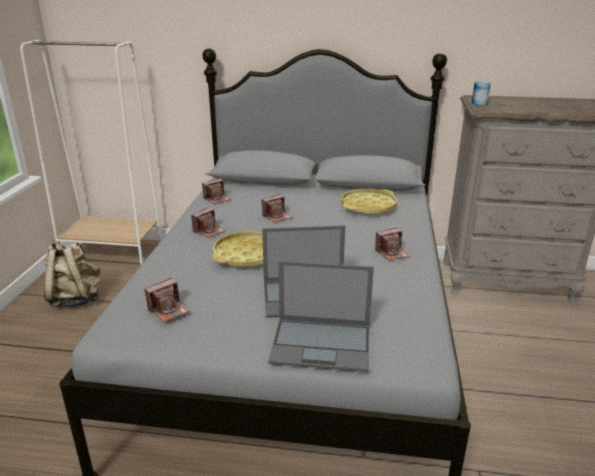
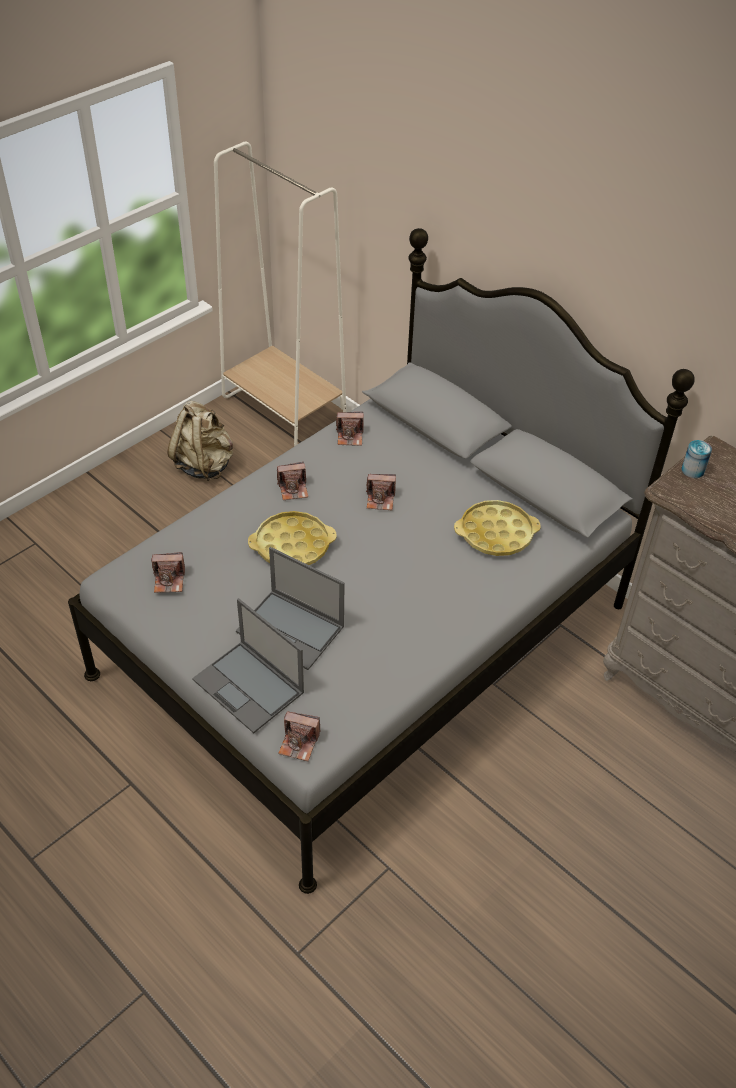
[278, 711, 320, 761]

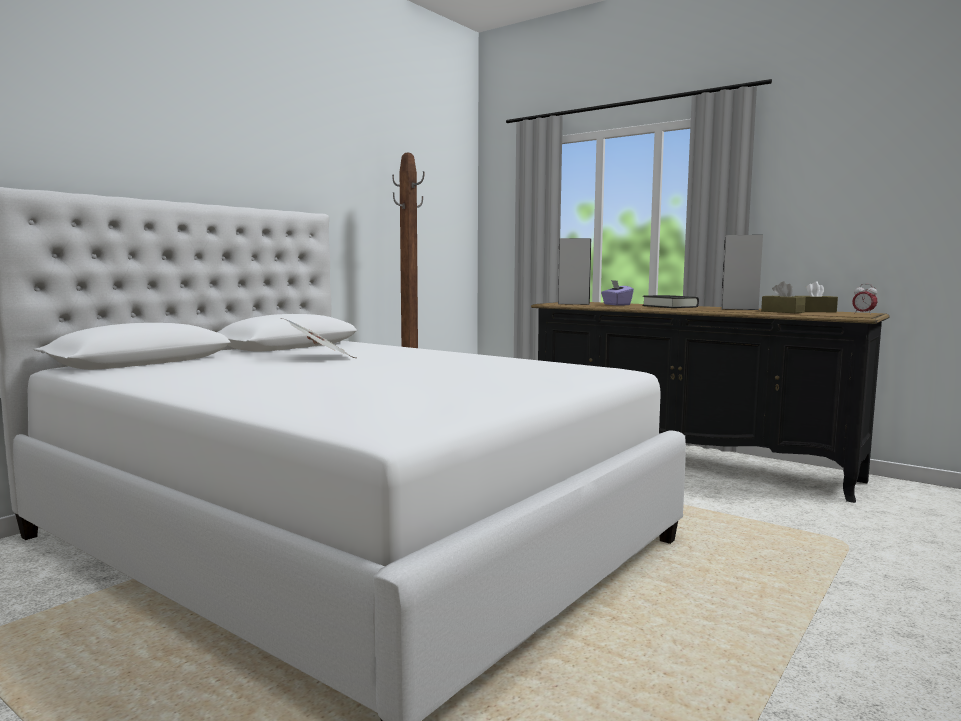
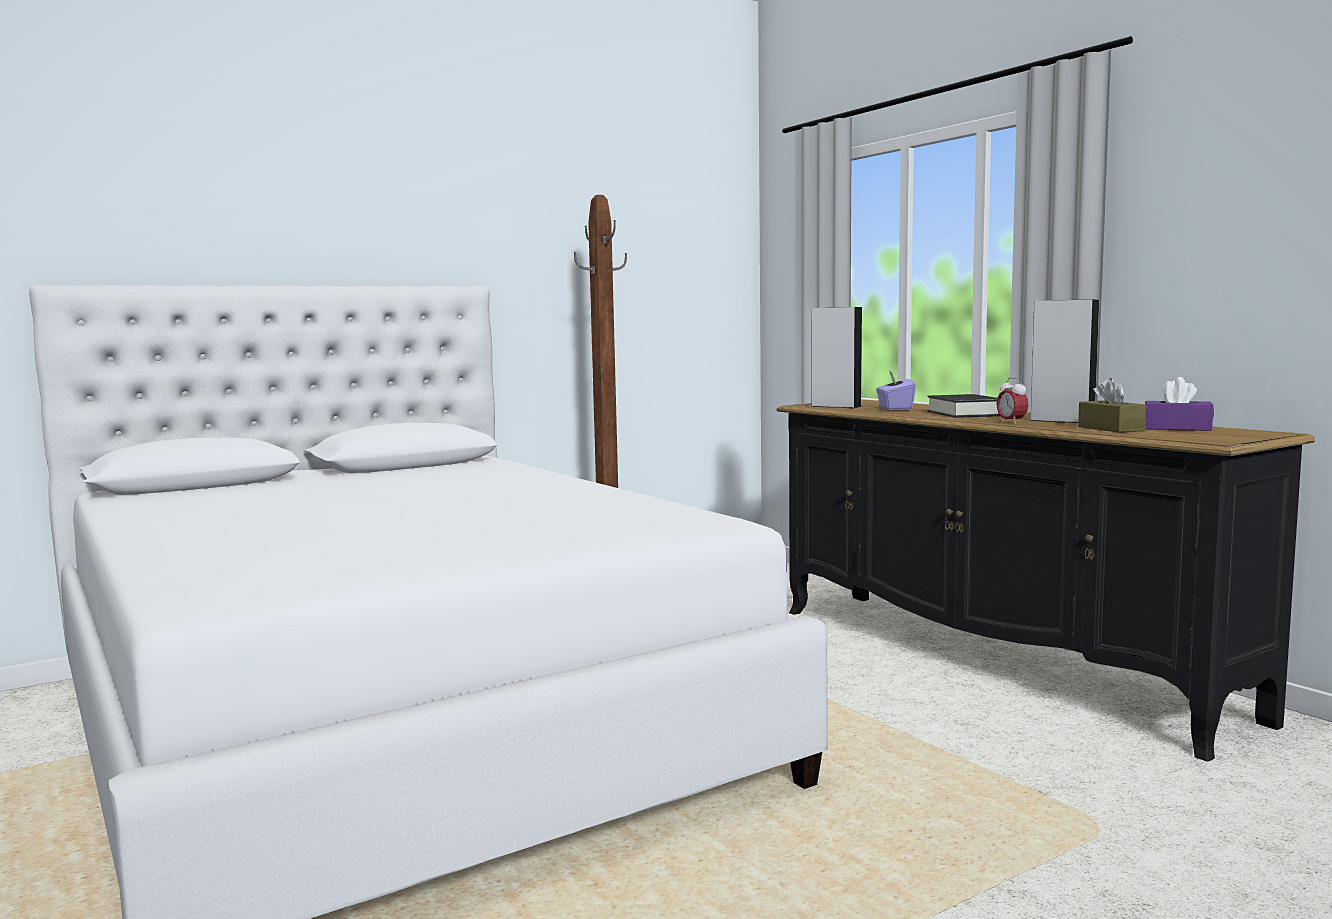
[1145, 377, 1214, 431]
[996, 378, 1028, 424]
[281, 318, 356, 358] (first image)

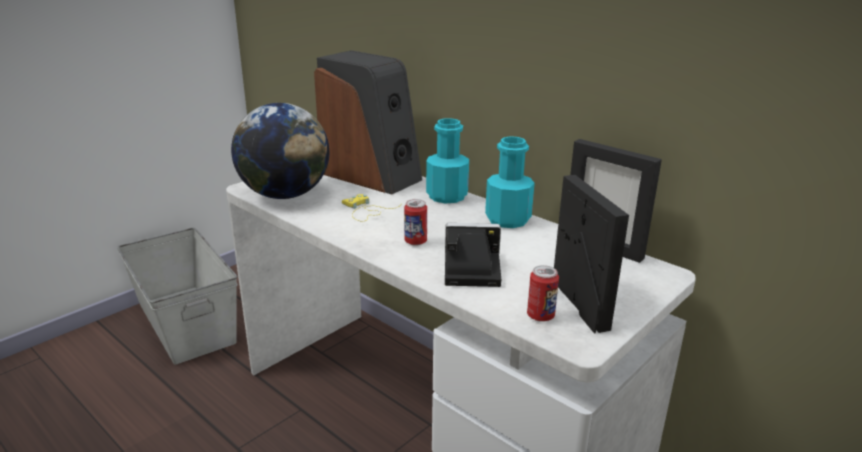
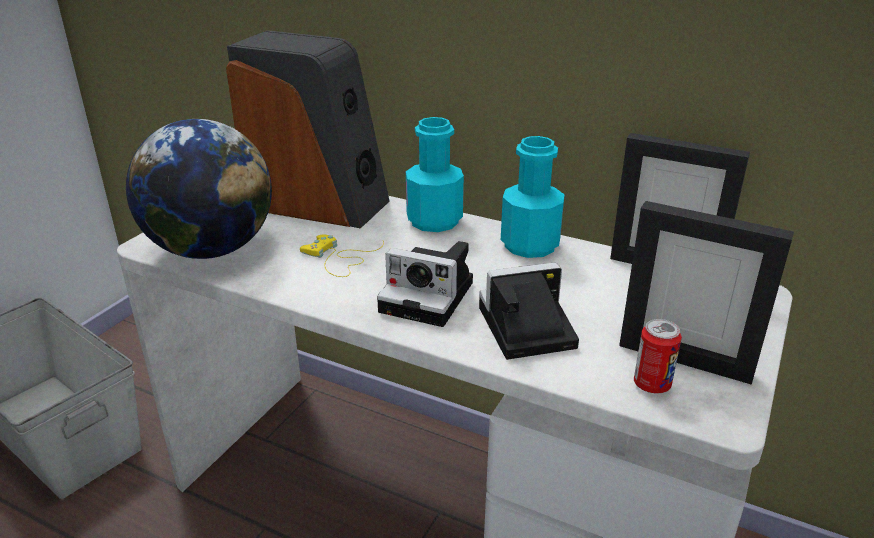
[619, 201, 794, 384]
[377, 241, 473, 327]

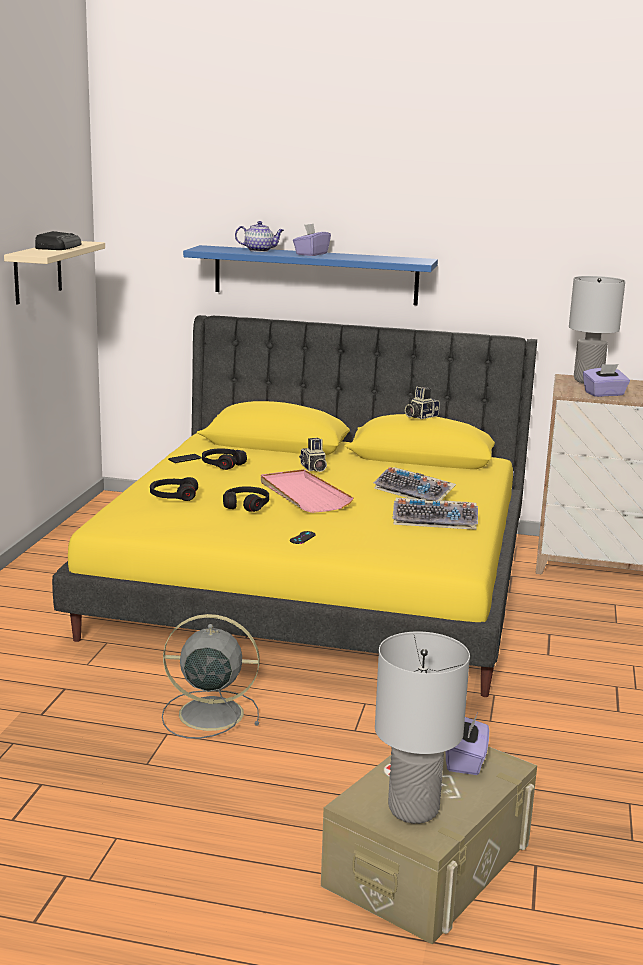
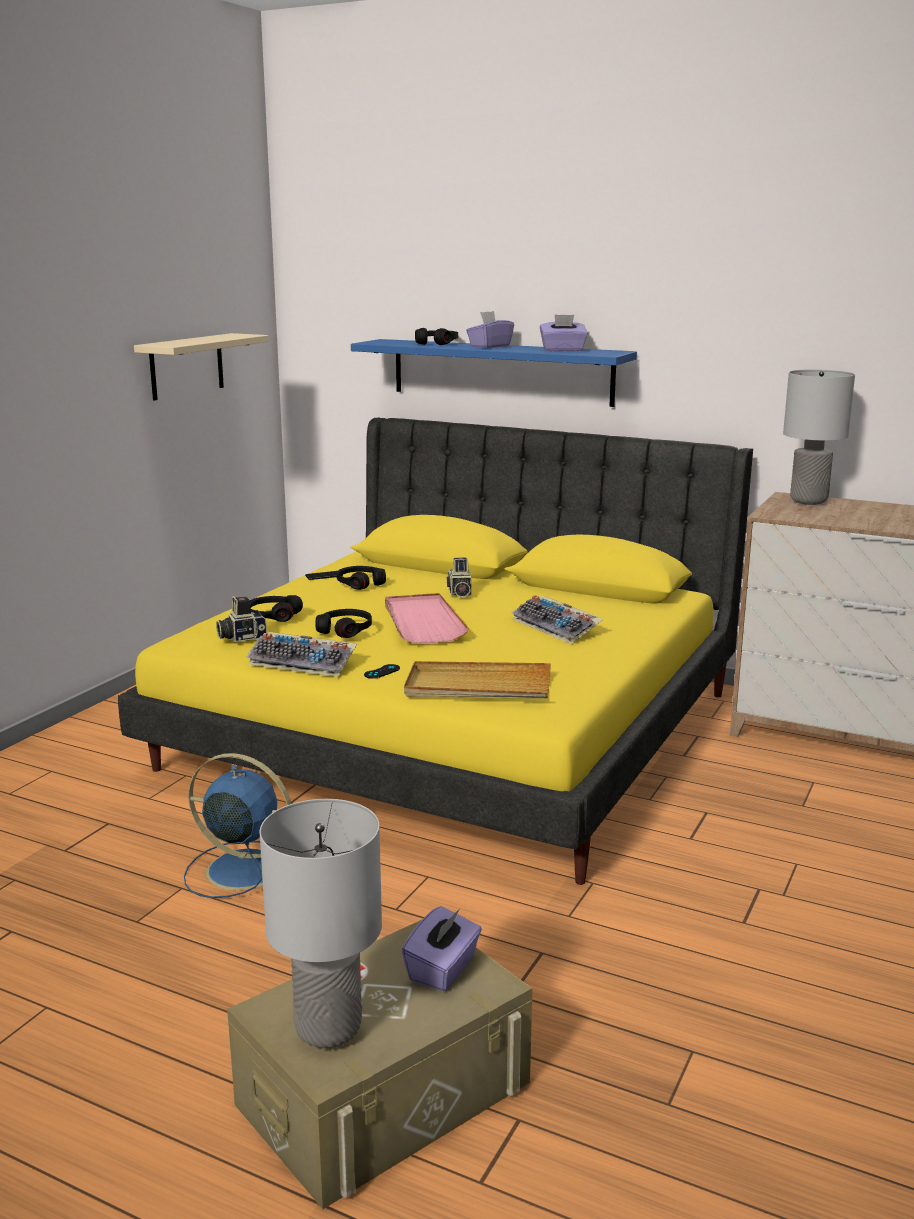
[415, 328, 458, 345]
[35, 231, 82, 250] (first image)
[540, 314, 587, 351]
[216, 596, 267, 642]
[246, 632, 357, 677]
[184, 753, 291, 898]
[404, 661, 551, 698]

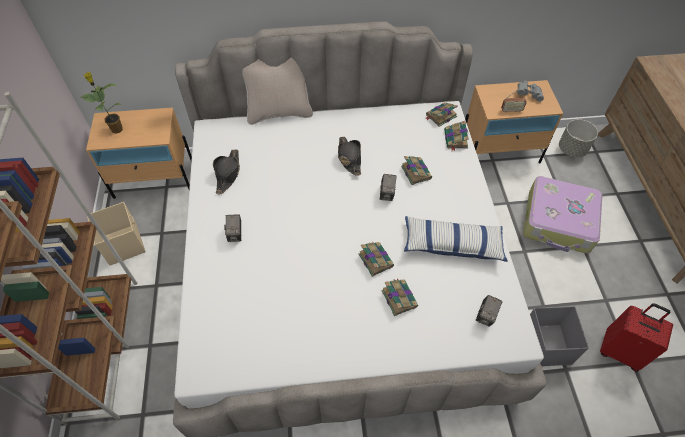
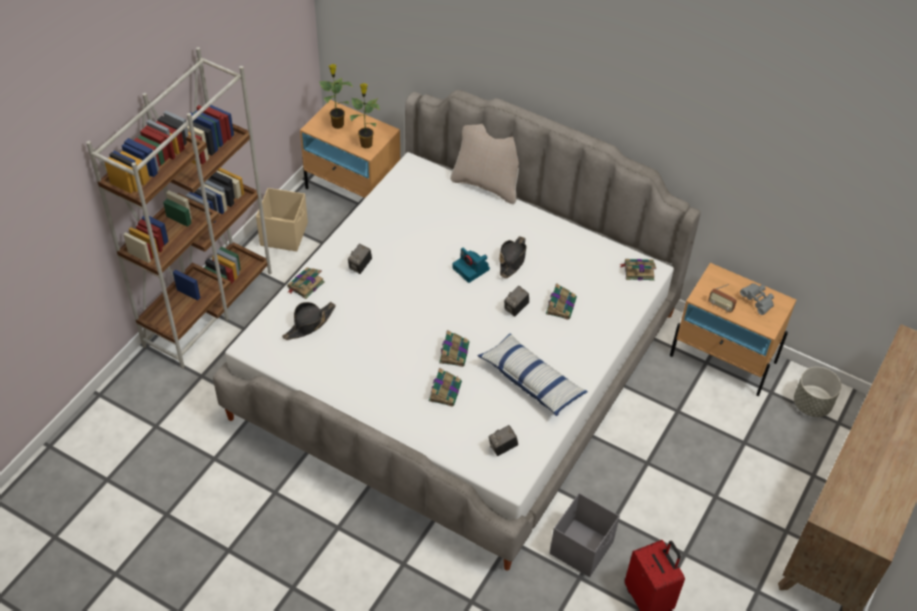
[287, 267, 325, 299]
[282, 302, 336, 340]
[523, 176, 602, 253] (first image)
[350, 83, 380, 148]
[453, 248, 490, 283]

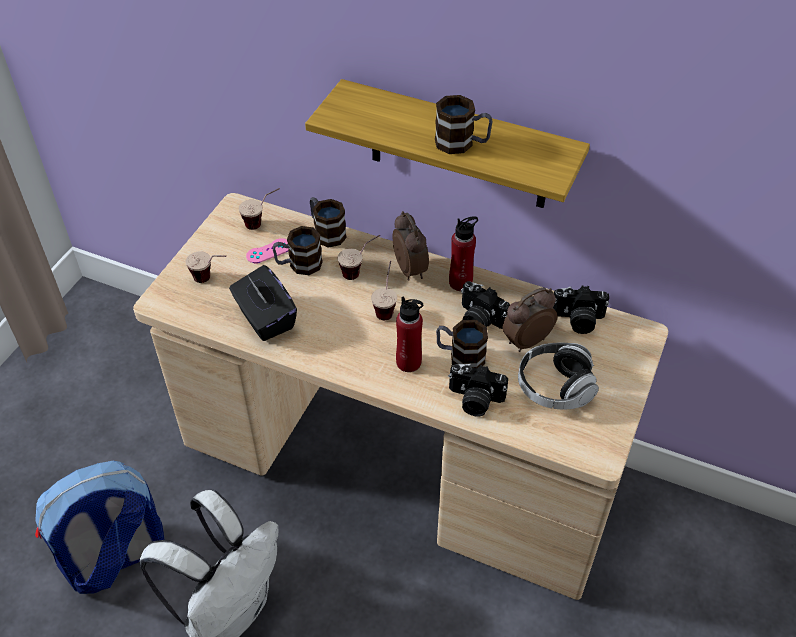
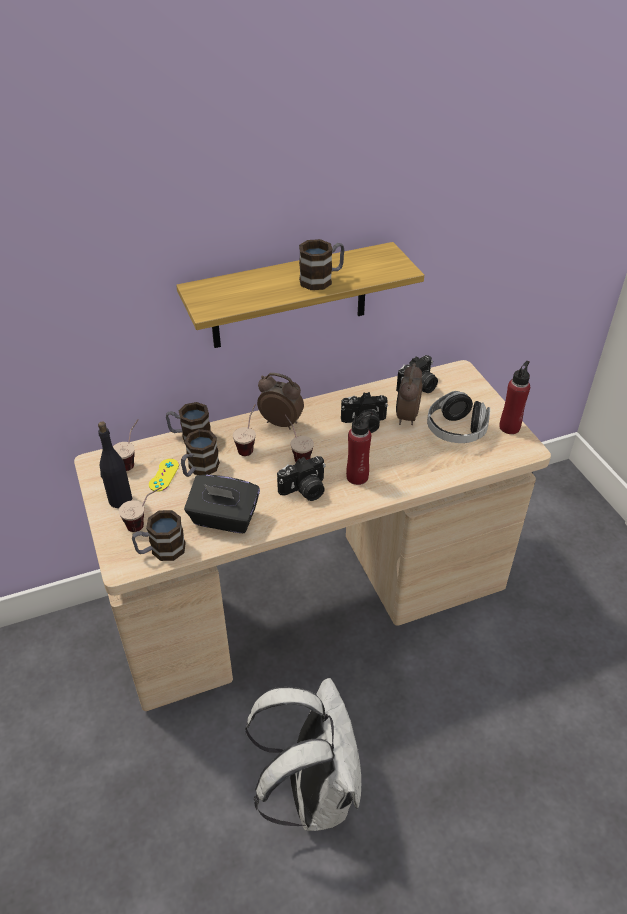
[499, 361, 530, 434]
[149, 459, 179, 492]
[132, 510, 186, 561]
[277, 456, 325, 501]
[35, 461, 165, 594] (first image)
[98, 422, 132, 508]

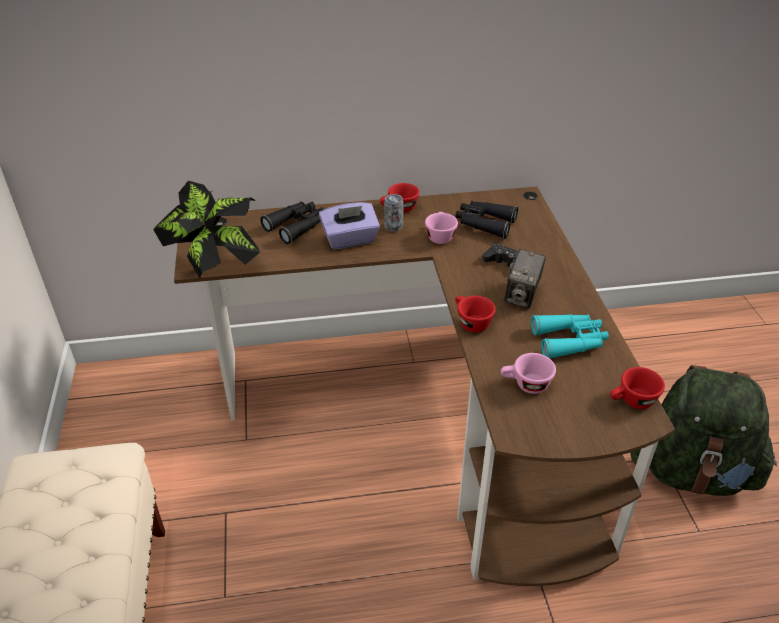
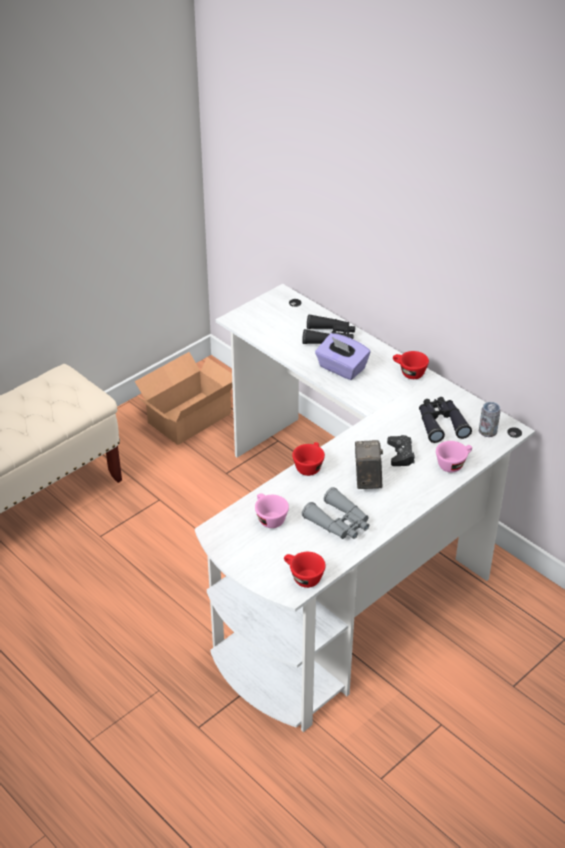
[153, 181, 260, 279] (first image)
[195, 284, 535, 732]
[479, 402, 501, 437]
[436, 441, 472, 472]
[355, 440, 383, 489]
[302, 487, 369, 539]
[631, 365, 777, 496] (first image)
[135, 352, 232, 445]

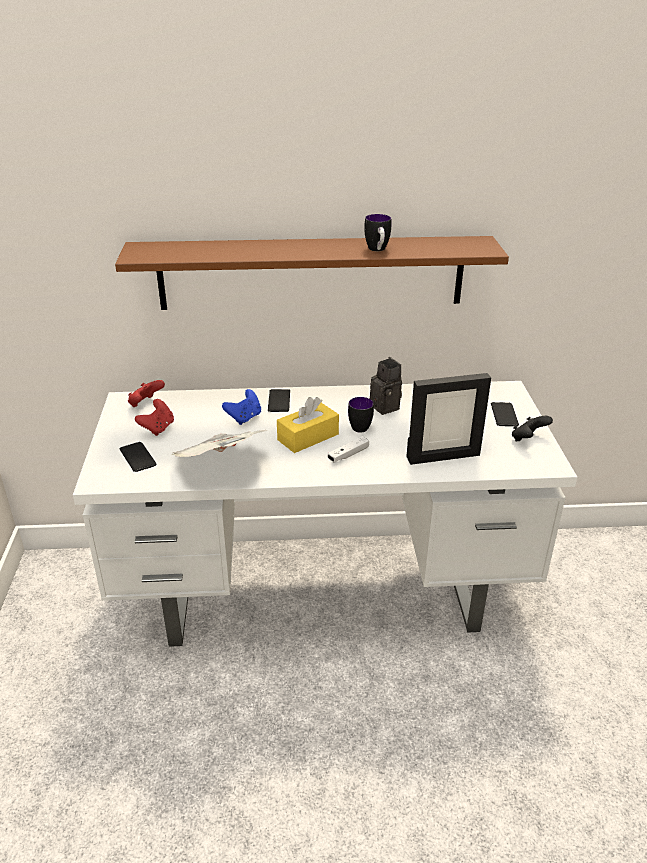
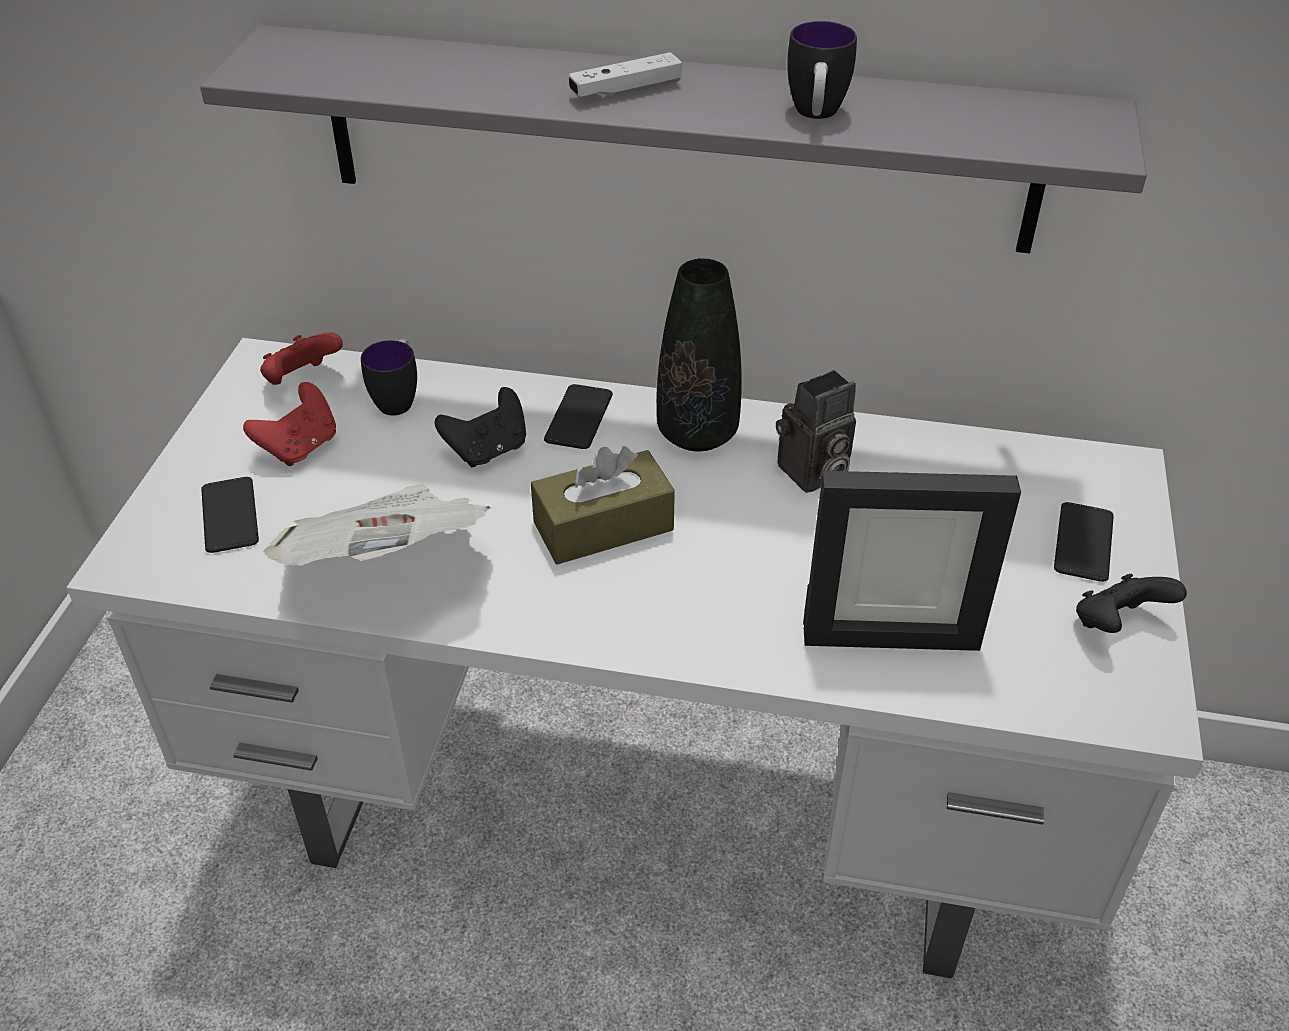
[200, 25, 1147, 253]
[776, 370, 856, 493]
[435, 387, 526, 467]
[531, 446, 675, 564]
[361, 339, 417, 416]
[569, 52, 682, 98]
[657, 258, 742, 451]

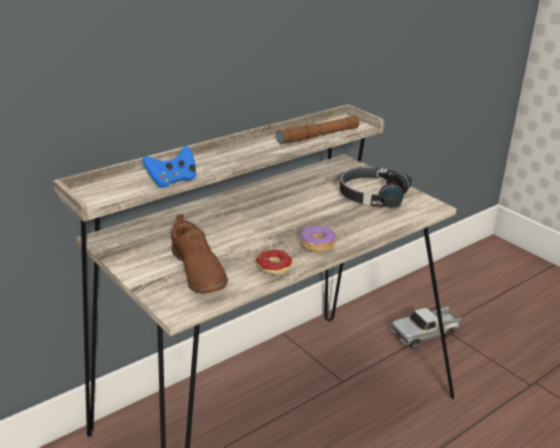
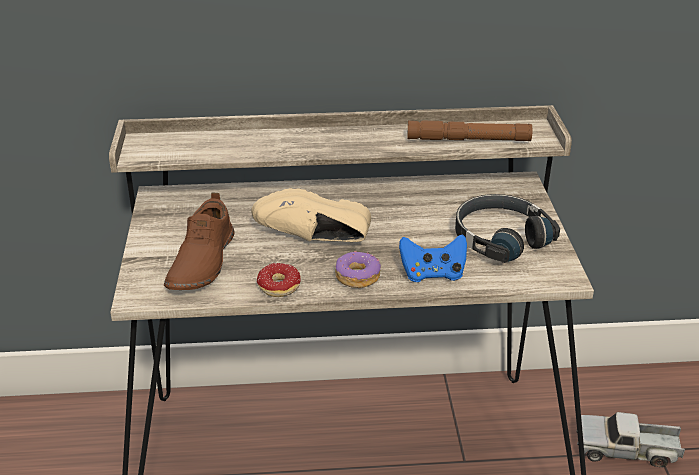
[399, 234, 467, 282]
[251, 188, 371, 242]

